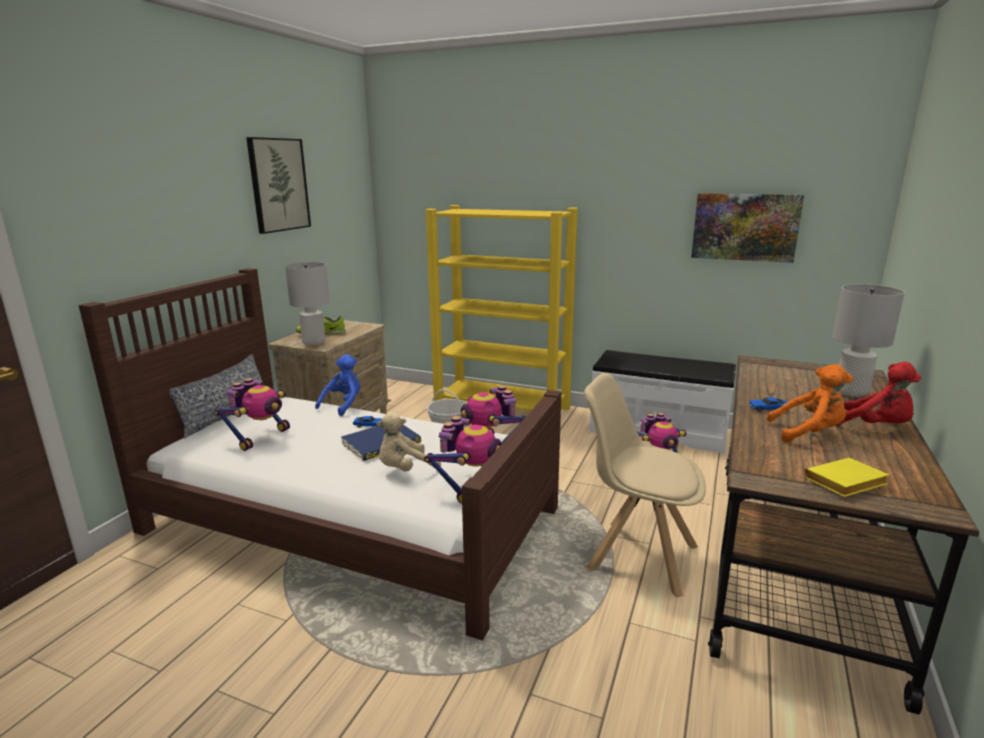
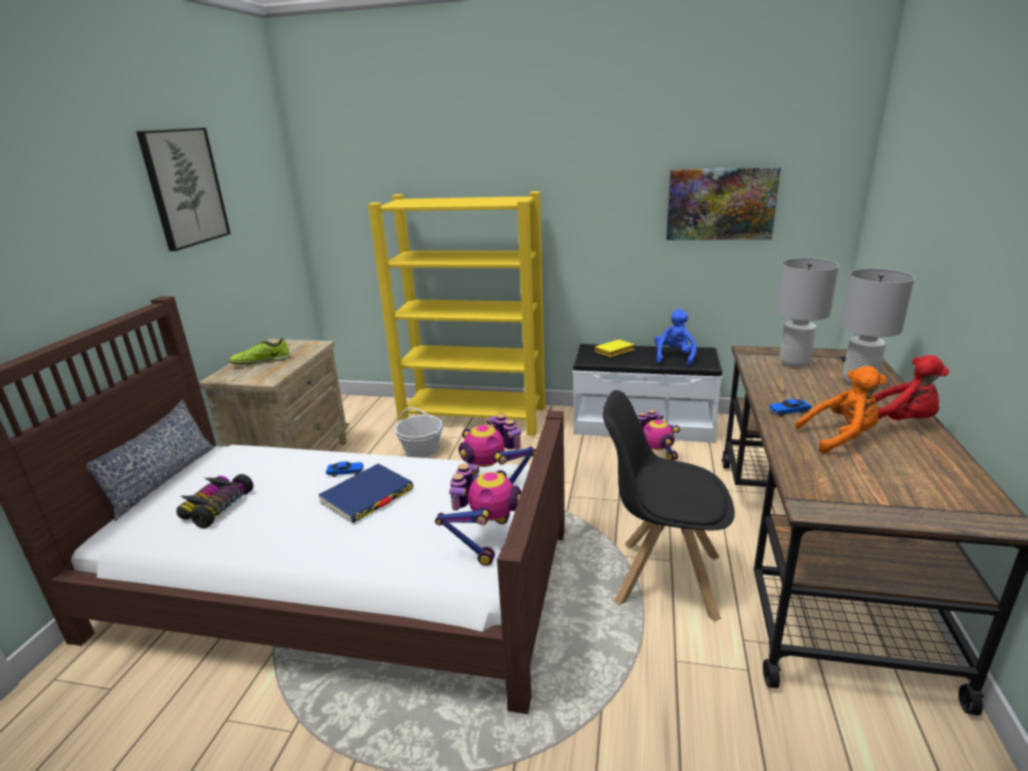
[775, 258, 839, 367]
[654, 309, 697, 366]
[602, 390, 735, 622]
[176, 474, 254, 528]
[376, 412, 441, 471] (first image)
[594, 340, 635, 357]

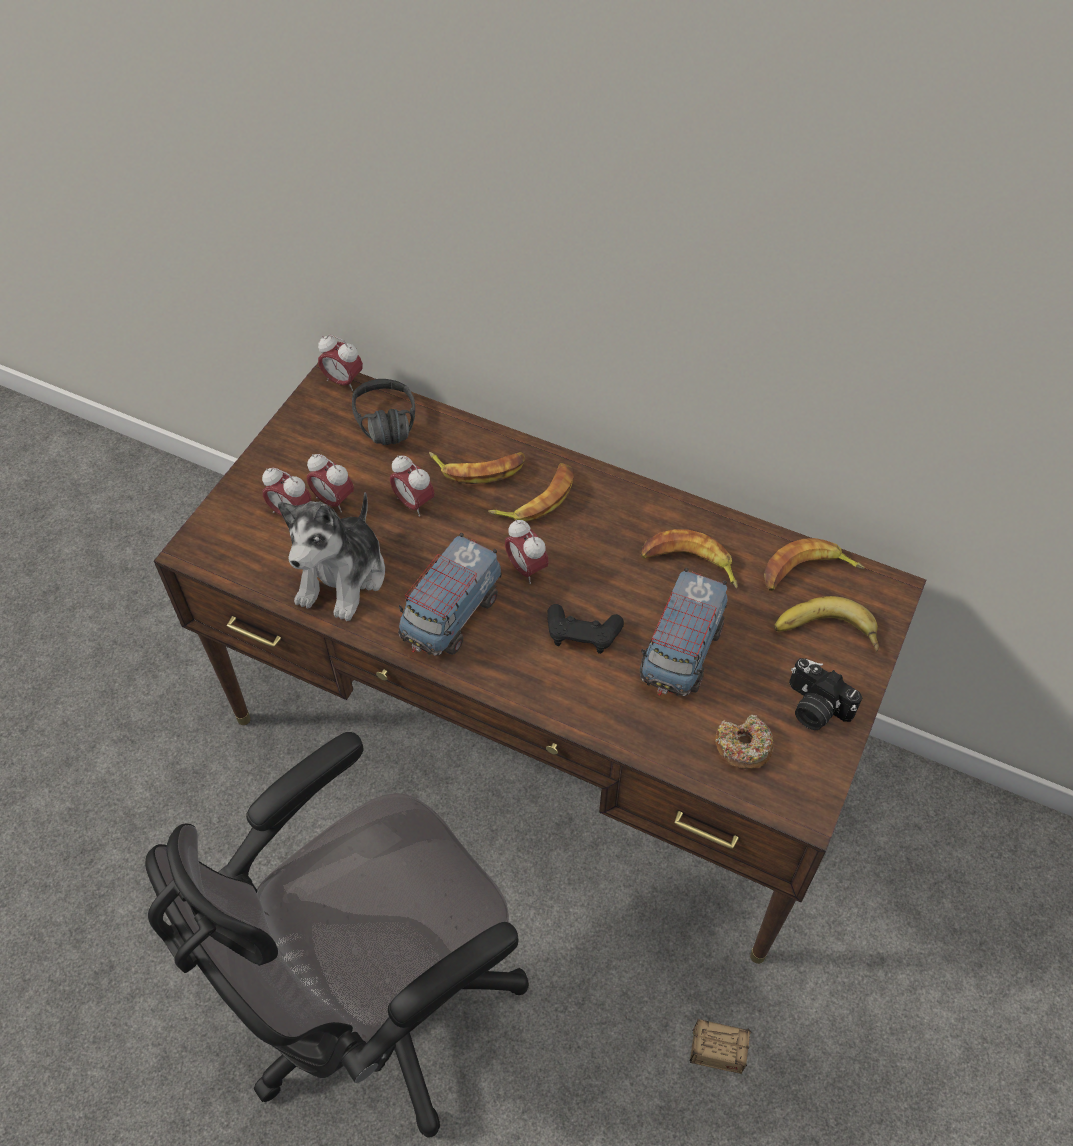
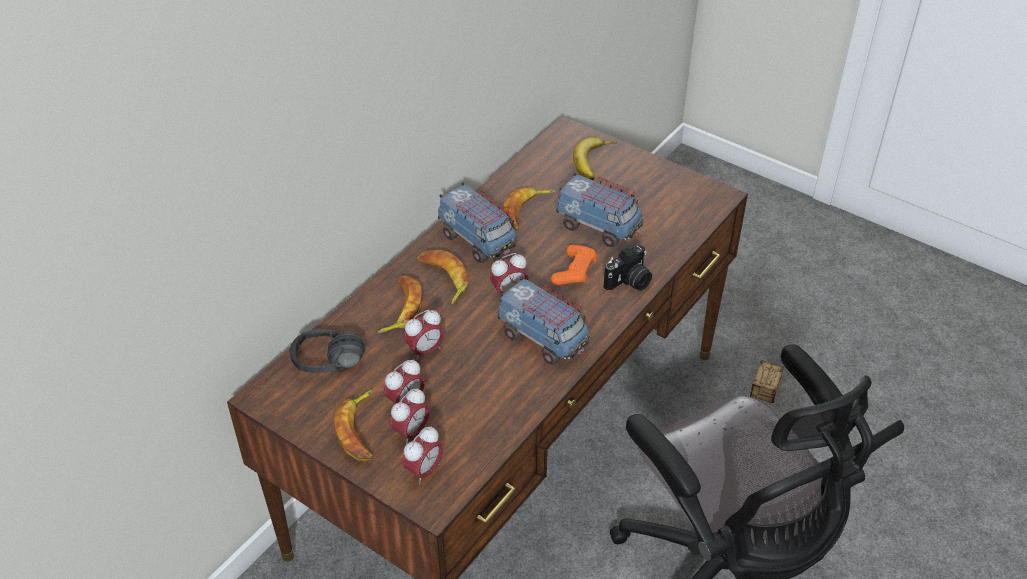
[402, 426, 443, 484]
[278, 493, 385, 621] (first image)
[334, 390, 373, 461]
[551, 245, 597, 285]
[603, 245, 652, 291]
[715, 715, 774, 769] (first image)
[438, 182, 518, 263]

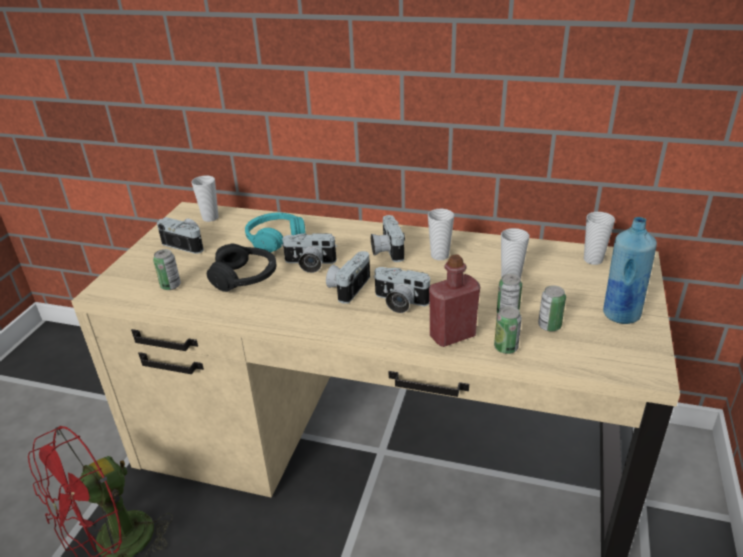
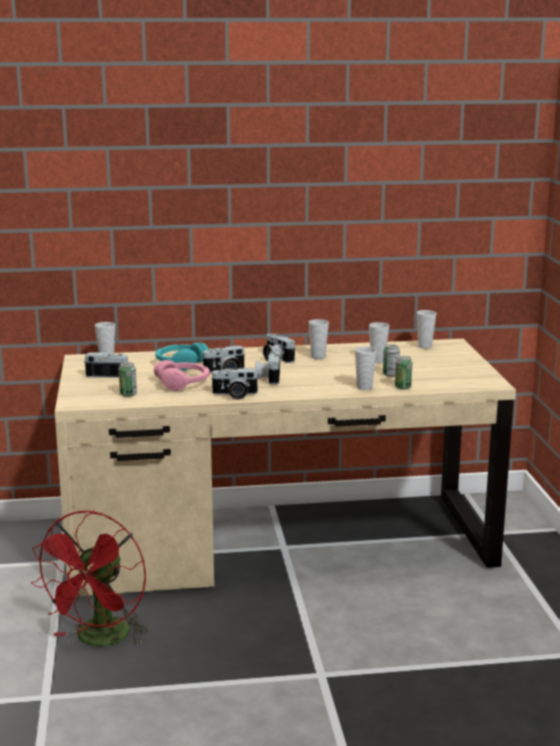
[603, 217, 657, 324] (first image)
[154, 360, 210, 391]
[355, 346, 377, 390]
[210, 368, 258, 400]
[538, 285, 566, 332] (first image)

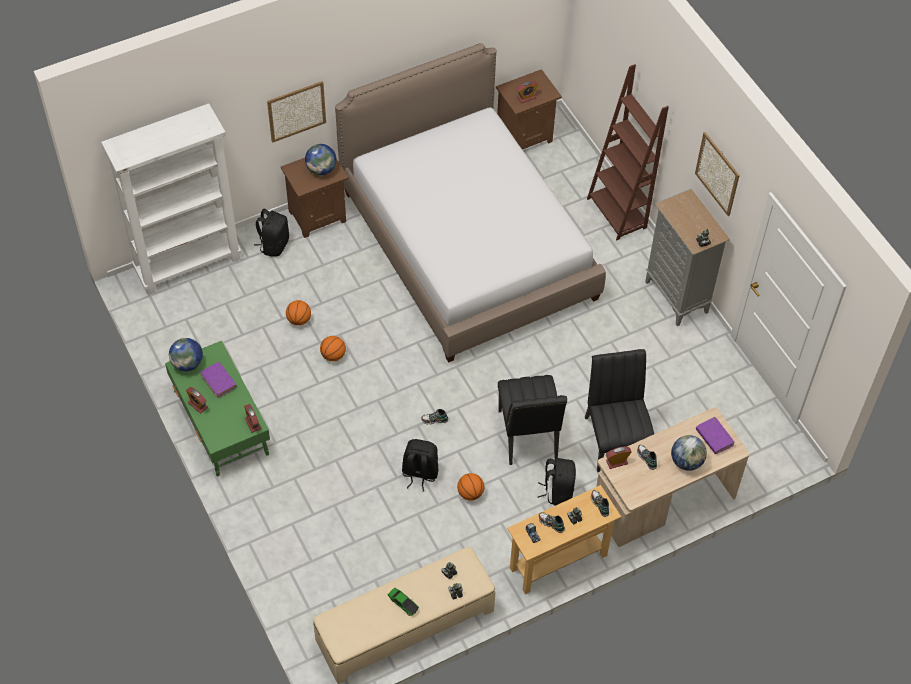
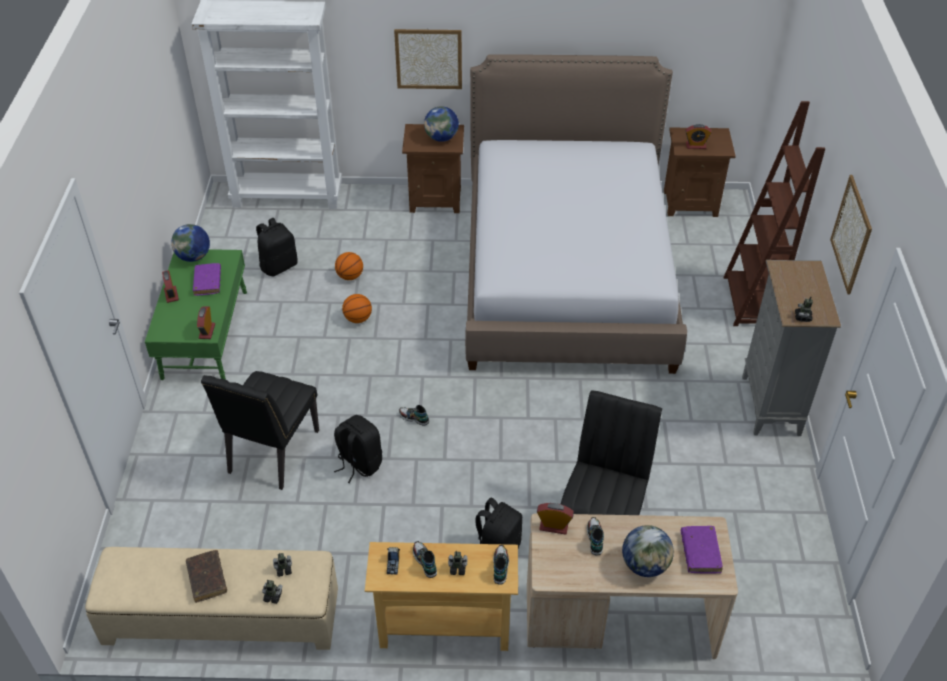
[256, 218, 298, 276]
[201, 371, 319, 490]
[457, 473, 484, 501] (first image)
[186, 550, 227, 603]

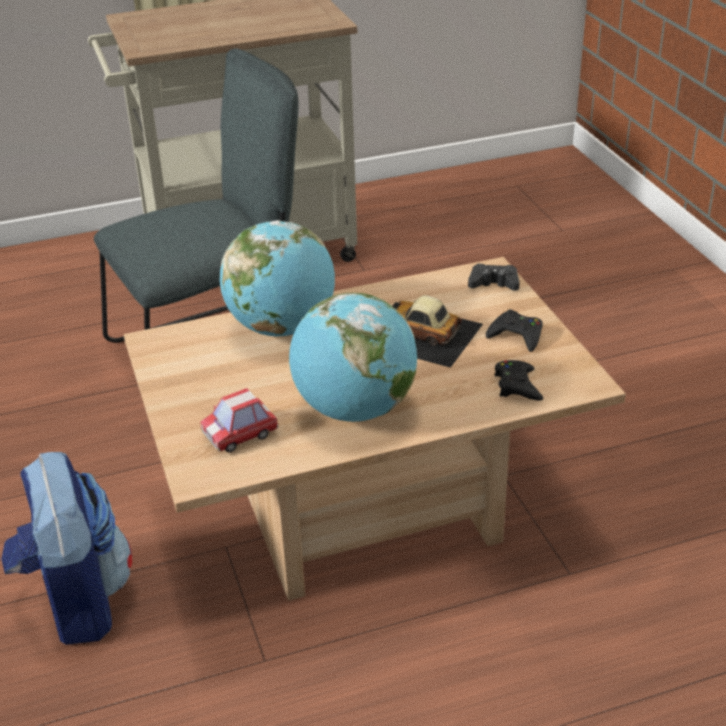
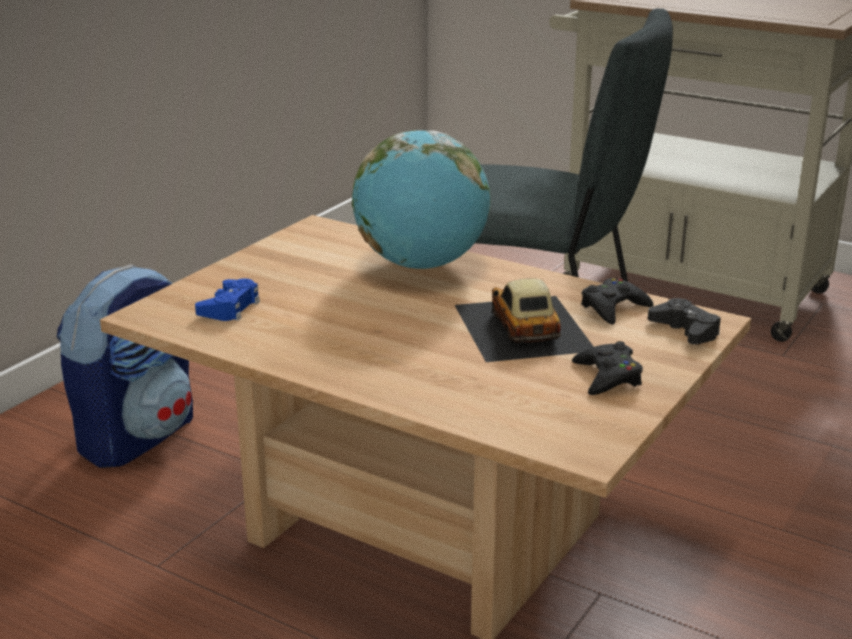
[289, 293, 417, 422] (first image)
[581, 278, 654, 324]
[195, 278, 260, 321]

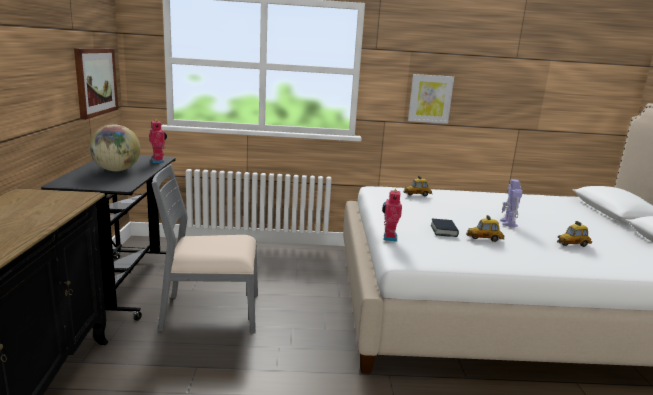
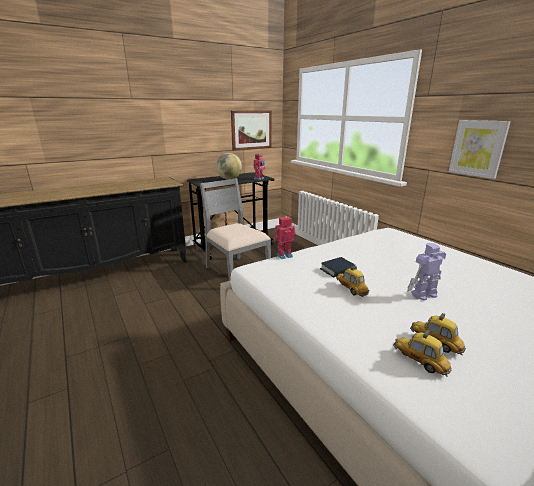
[393, 330, 452, 377]

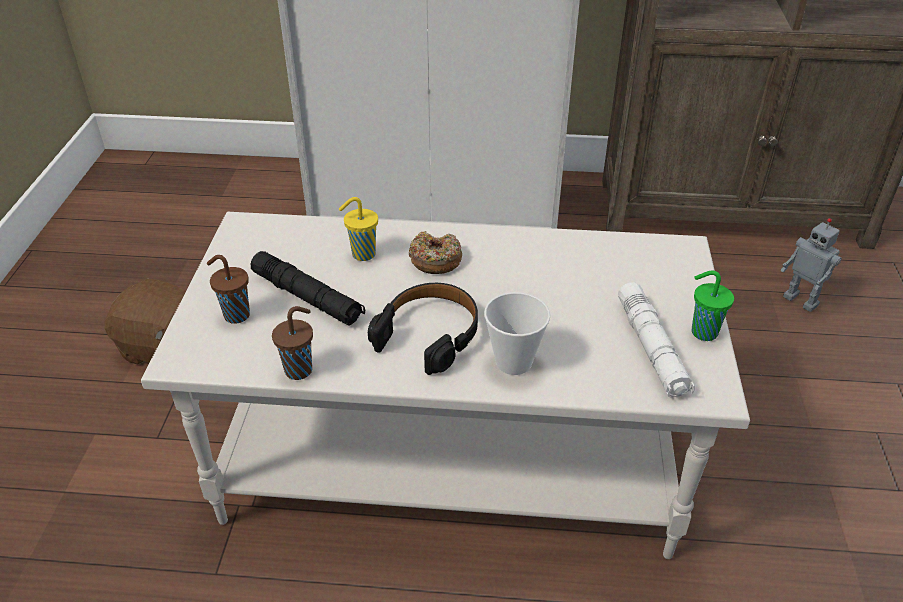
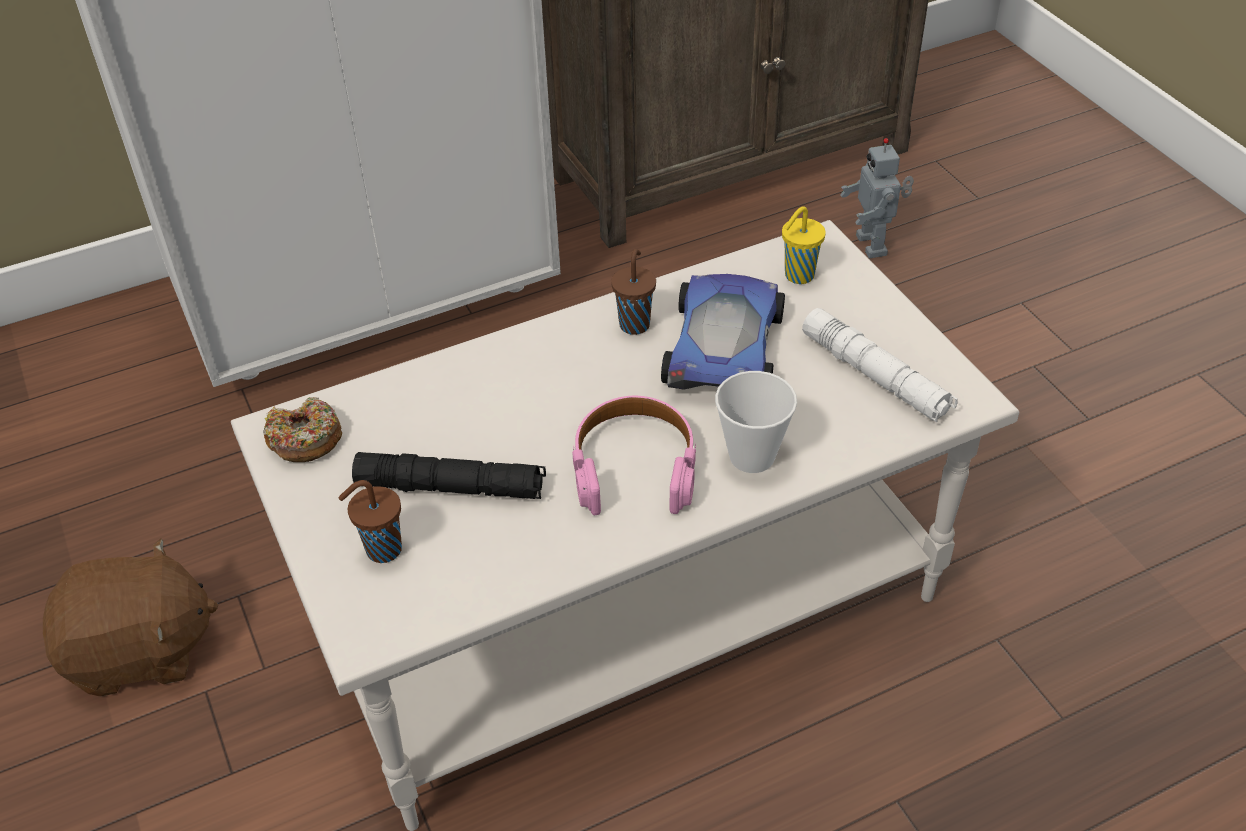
[782, 206, 826, 284]
[840, 138, 914, 258]
[263, 397, 342, 462]
[692, 271, 734, 341] (first image)
[572, 396, 696, 515]
[611, 249, 656, 335]
[661, 274, 785, 389]

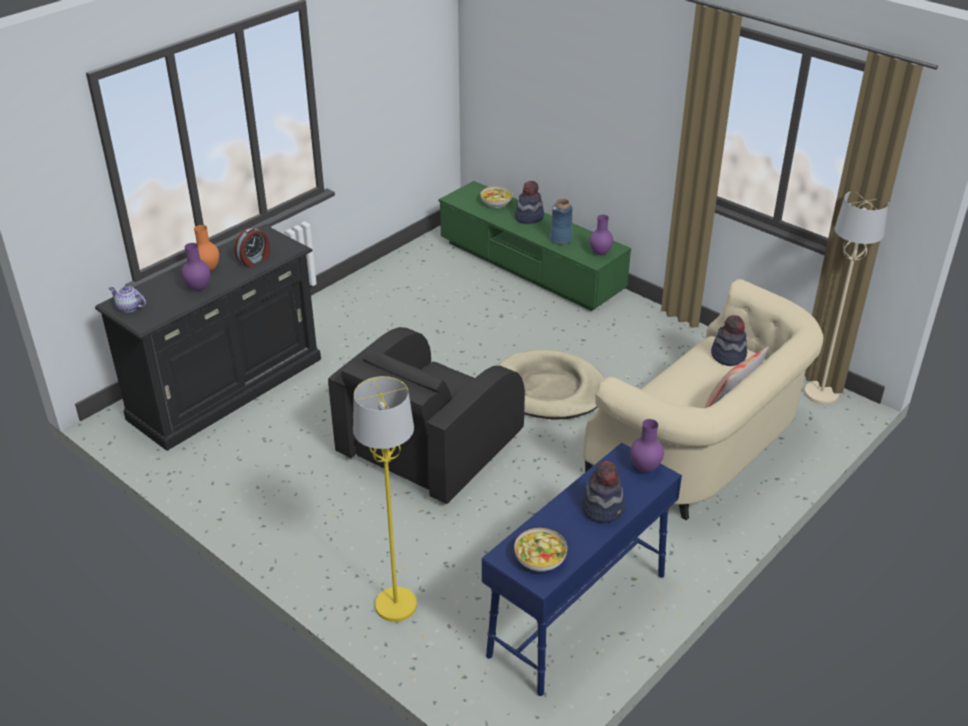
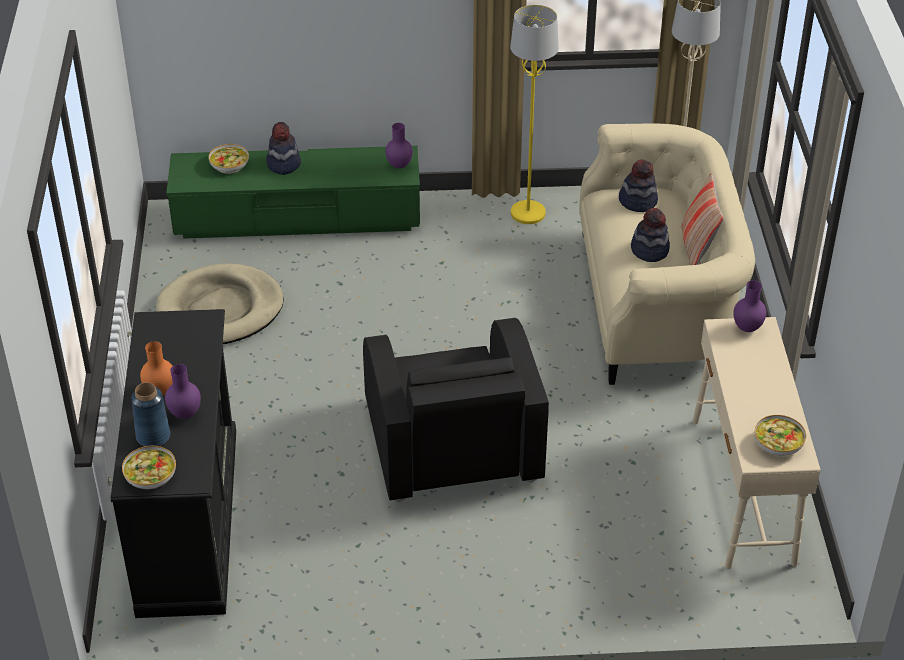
[131, 382, 170, 446]
[234, 227, 270, 268] (first image)
[122, 446, 176, 489]
[156, 263, 284, 344]
[510, 5, 559, 224]
[693, 317, 821, 569]
[631, 208, 670, 262]

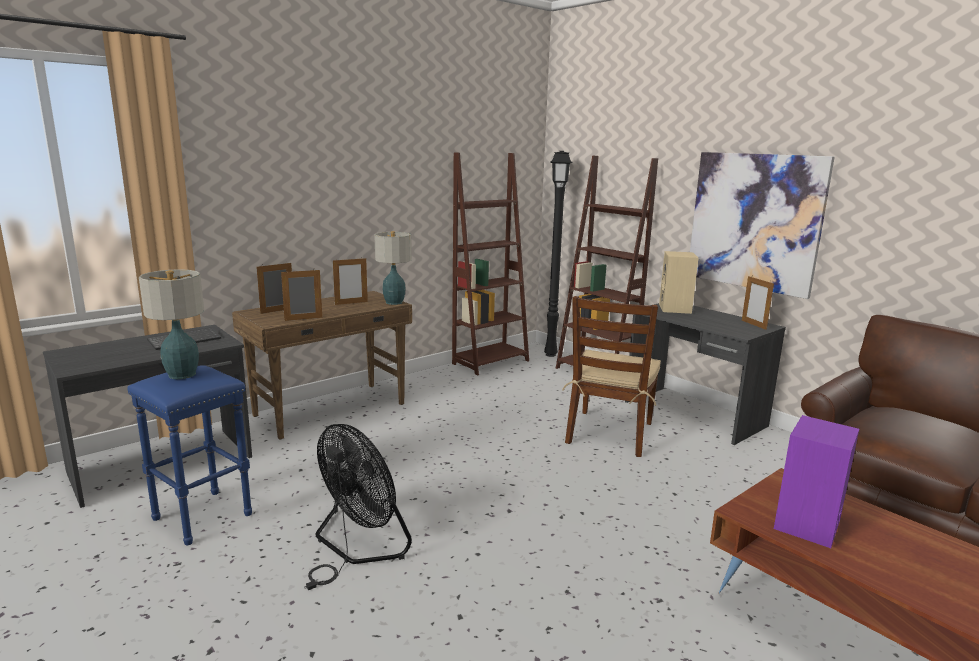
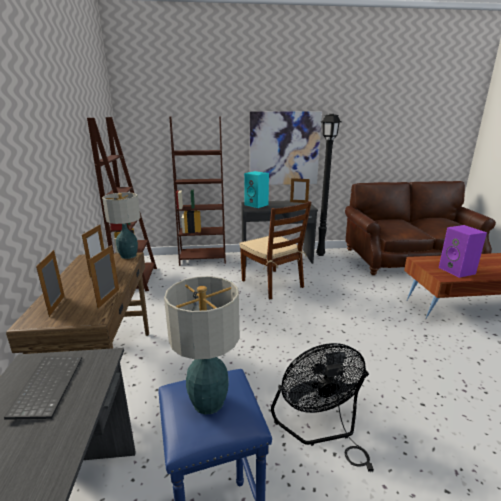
[316, 114, 341, 256]
[244, 171, 269, 208]

